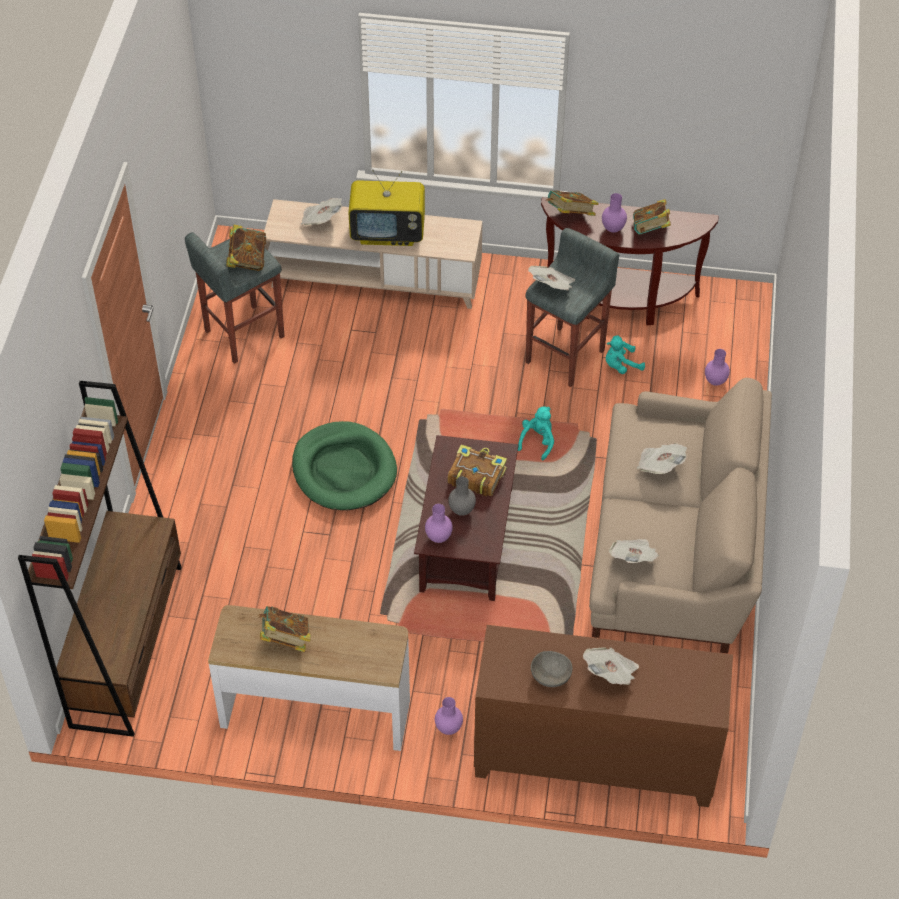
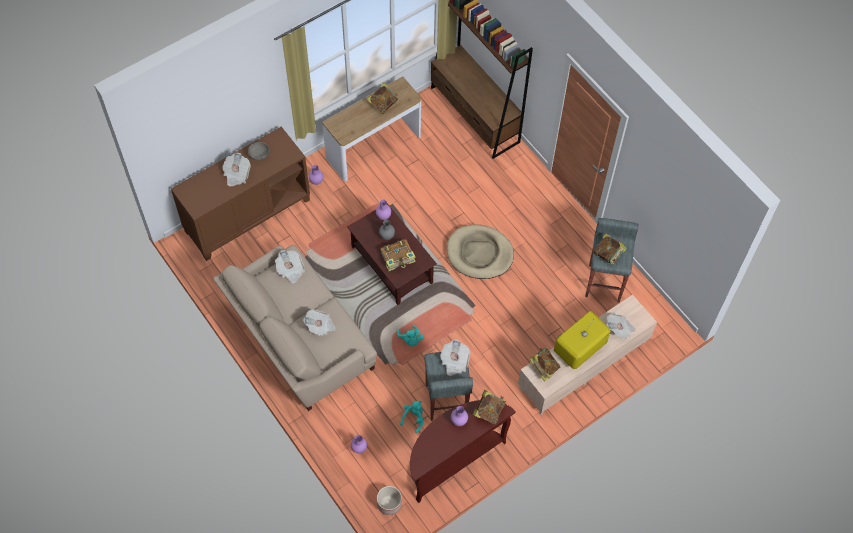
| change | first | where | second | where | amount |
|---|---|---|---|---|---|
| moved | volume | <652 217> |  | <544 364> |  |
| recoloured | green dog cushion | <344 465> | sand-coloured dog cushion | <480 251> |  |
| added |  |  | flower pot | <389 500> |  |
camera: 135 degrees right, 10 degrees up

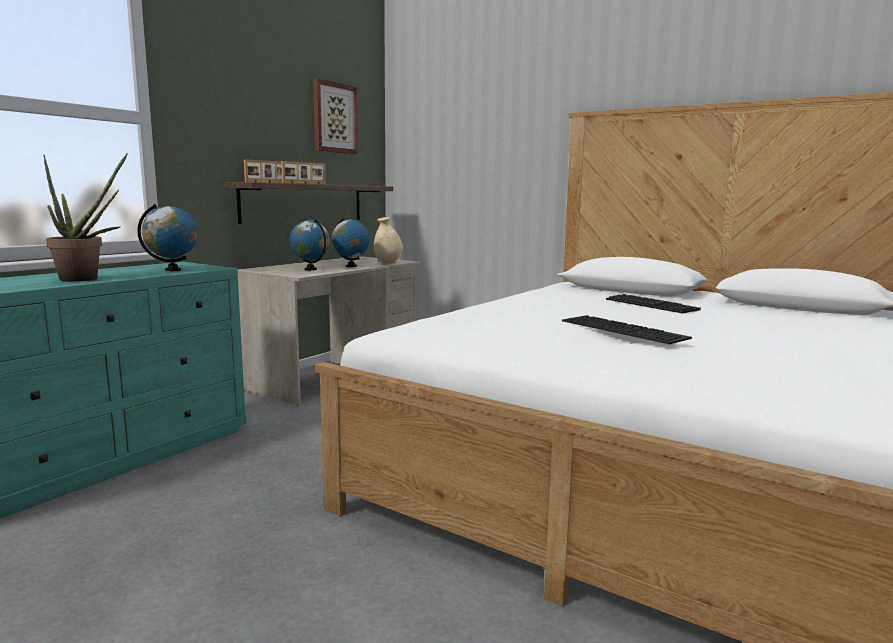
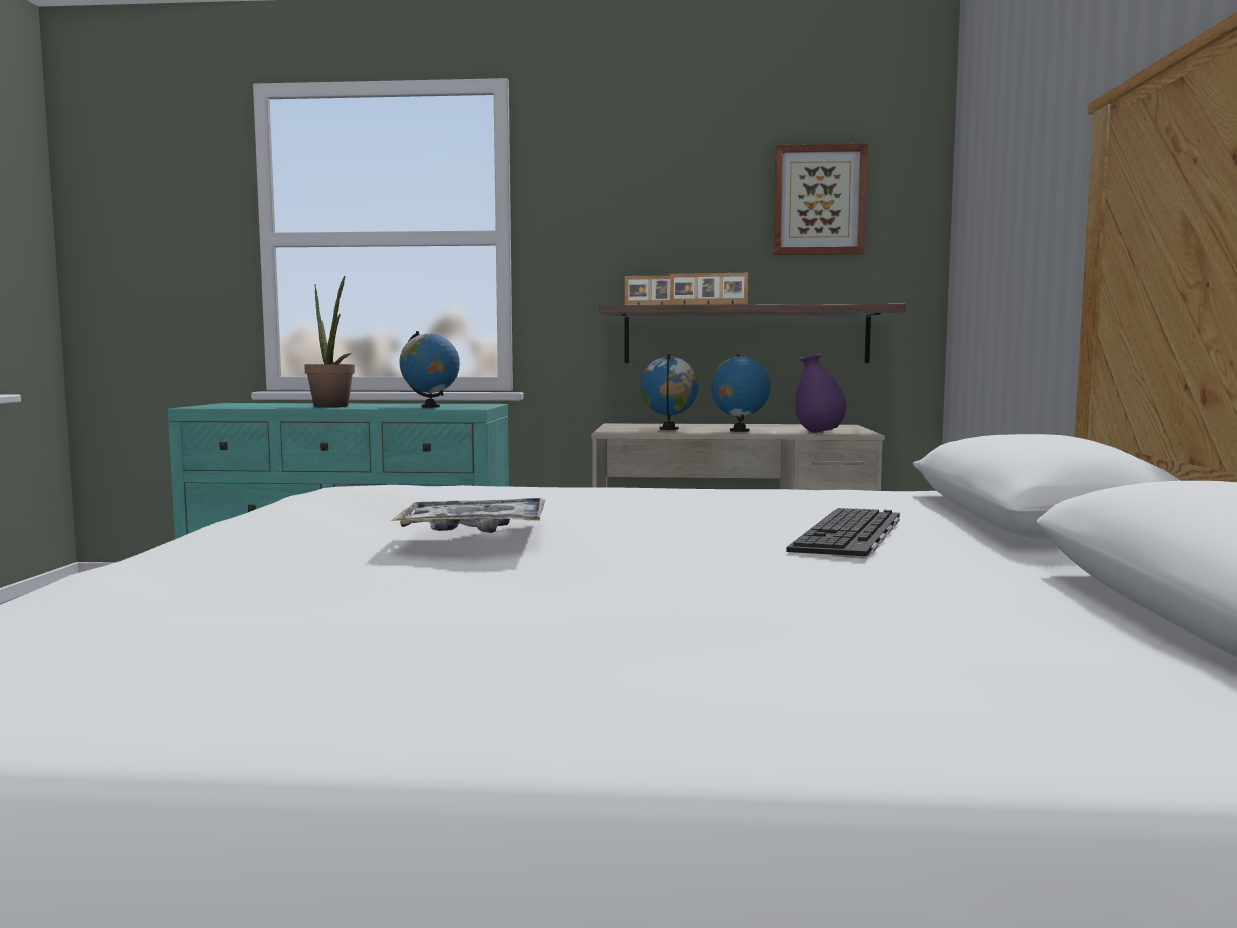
| change | first | where | second | where | amount |
|---|---|---|---|---|---|
| recoloured | sand-coloured flower vase | <388 240> | purplish flower vase | <821 393> |  |
| replaced | keyboard | <627 329> | carrying tray | <468 515> |  |
camera: 60 degrees right, 5 degrees down

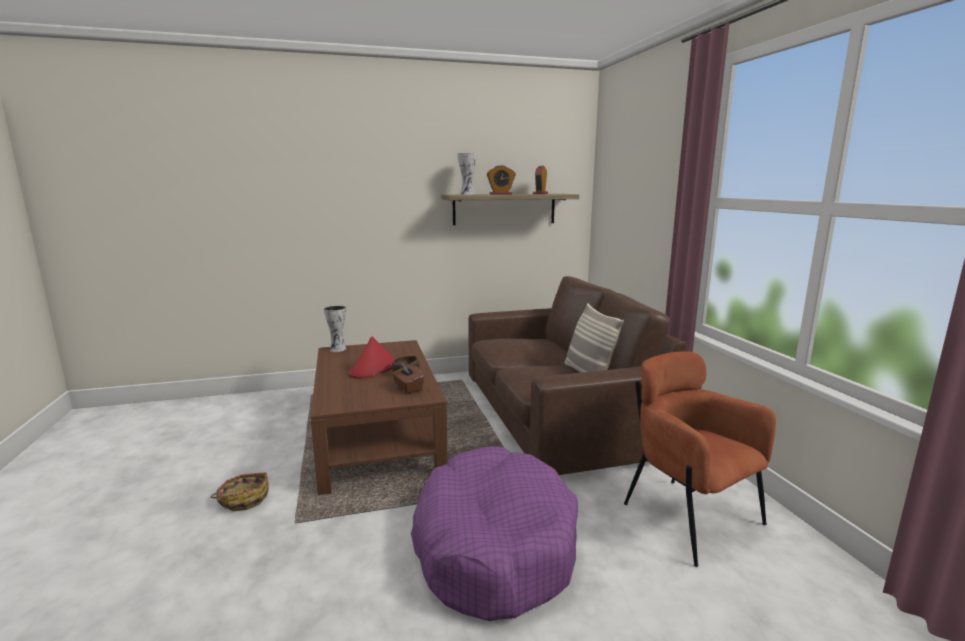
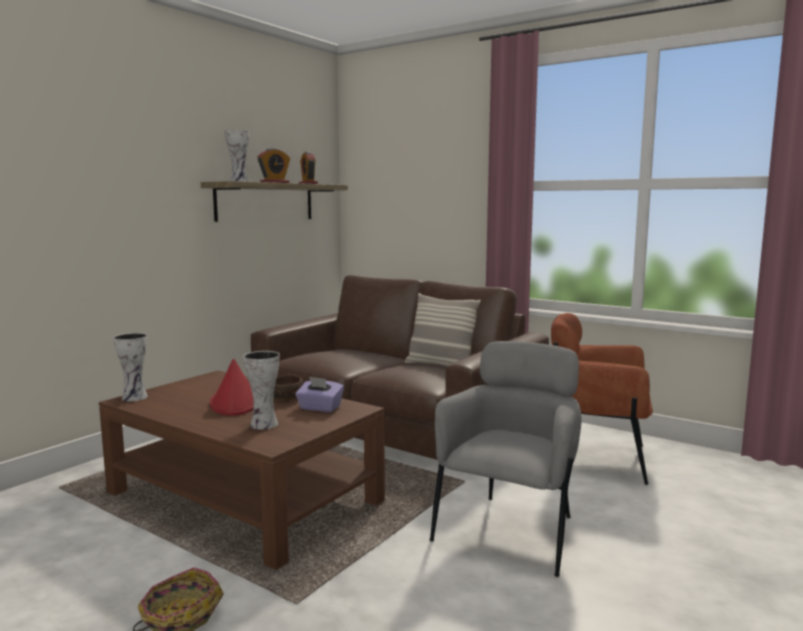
| change | first | where | second | where | amount |
|---|---|---|---|---|---|
| recoloured | brownish tissue box | <408 378> | purplish tissue box | <320 394> |  |
| replaced | purplish dog cushion | <494 533> | gray easy chair | <506 459> |  |
| added |  |  | flower vase | <261 390> |  |
camera: 40 degrees left, 5 degrees down

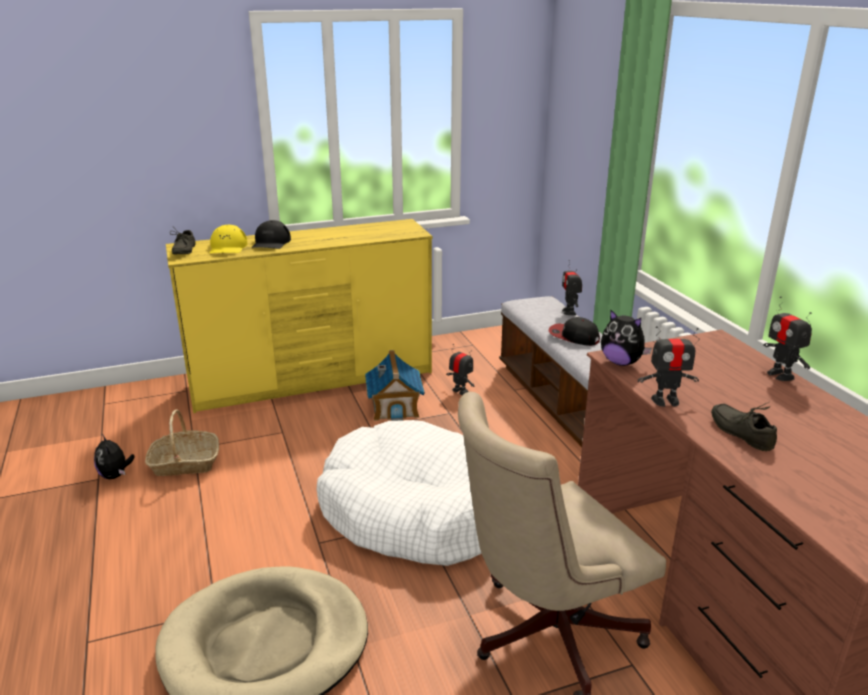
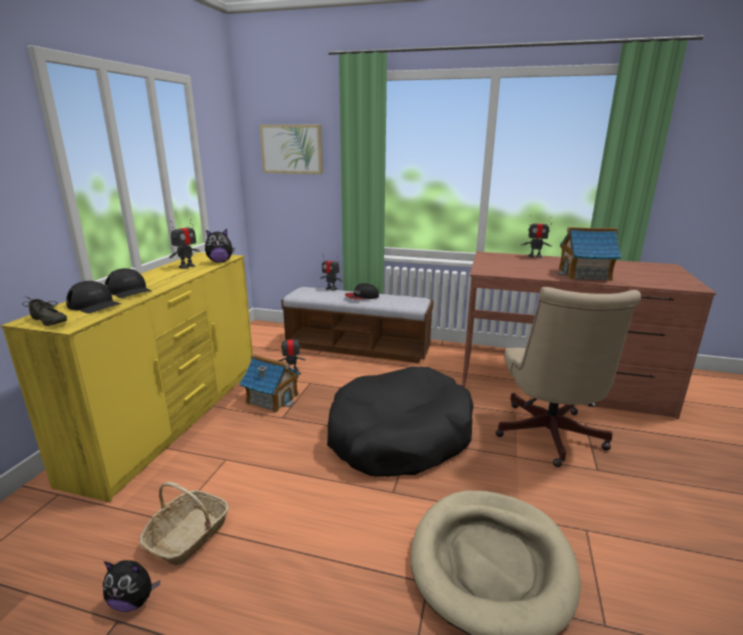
| change | first | where | second | where | amount |
|---|---|---|---|---|---|
| recoloured | yellowish cap | <229 239> | blackish cap | <93 297> |  |
| moved | soft toy | <626 337> |  | <220 245> |  |
| moved | robot figure | <668 366> |  | <184 244> |  |
| replaced | gray item of footwear | <744 426> | miniature house | <589 254> |  |
| recoloured | white-coloured dog cushion | <399 493> | blackish dog cushion | <400 421> |  |
| added |  |  | picture | <291 149> |  |
camera: 55 degrees left, 5 degrees down

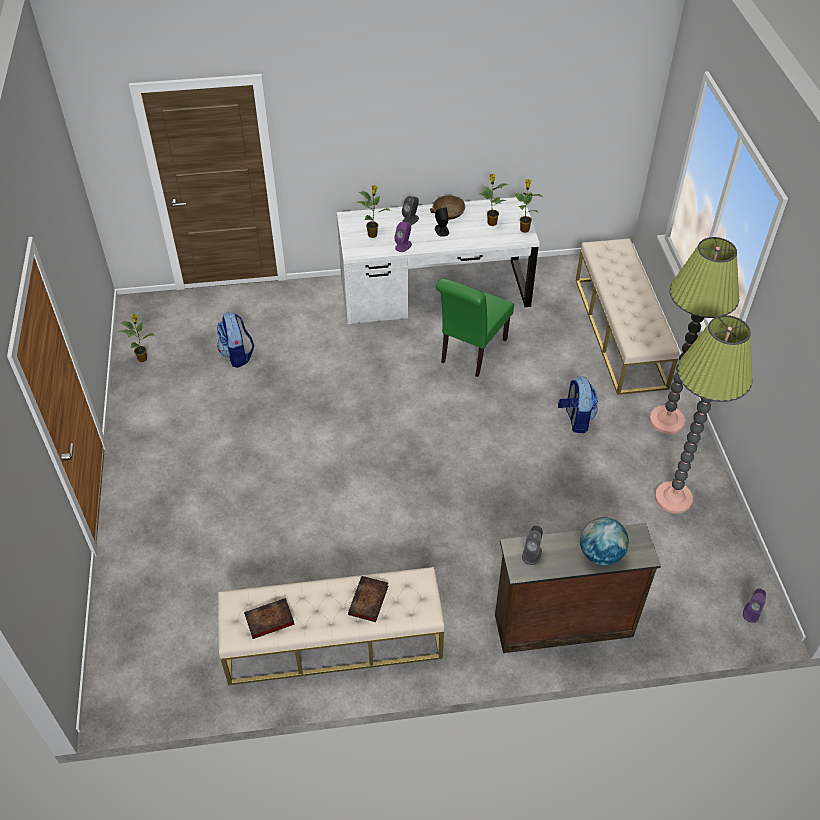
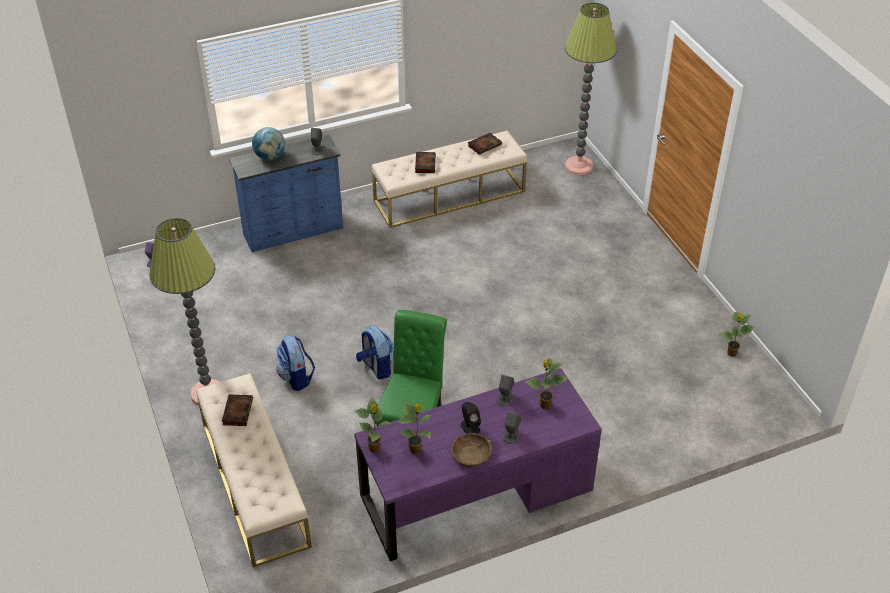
| change | first | where | second | where | amount |
|---|---|---|---|---|---|
| recoloured | white-coloured desk unit | <438 260> | purplish desk unit | <478 464> |  |
| recoloured | purplish loudspeaker | <403 237> | gray loudspeaker | <505 390> |  |
| moved | rucksack | <235 340> |  | <374 352> |  |
| moved | standing lamp | <704 414> |  | <591 89> |  |
| recoloured | brownish dresser | <578 588> | blue-coloured dresser | <286 193> |  |
| added |  |  | volume | <237 410> |  |
camera: 165 degrees right, 5 degrees down

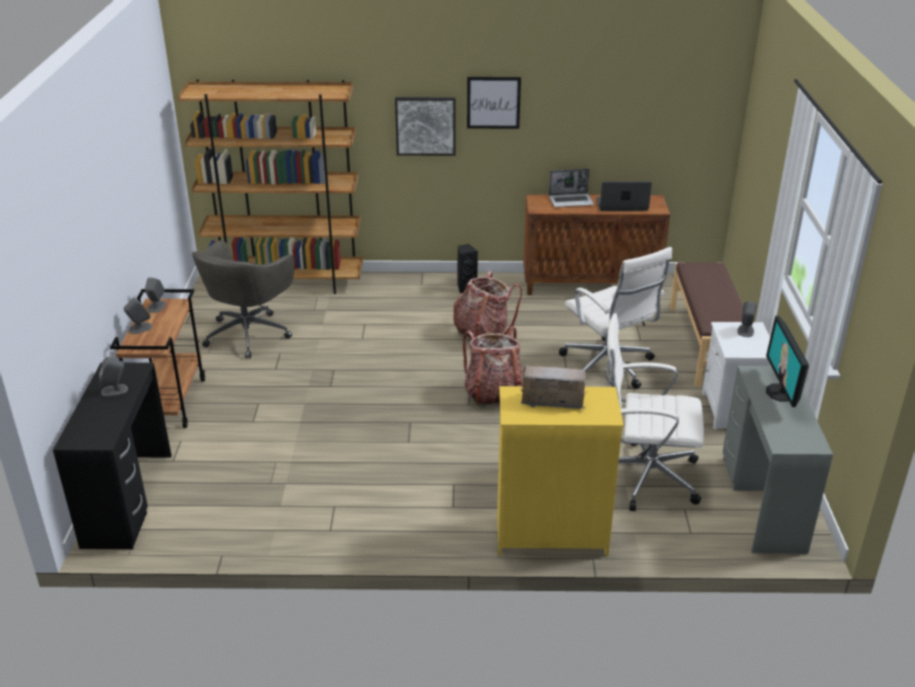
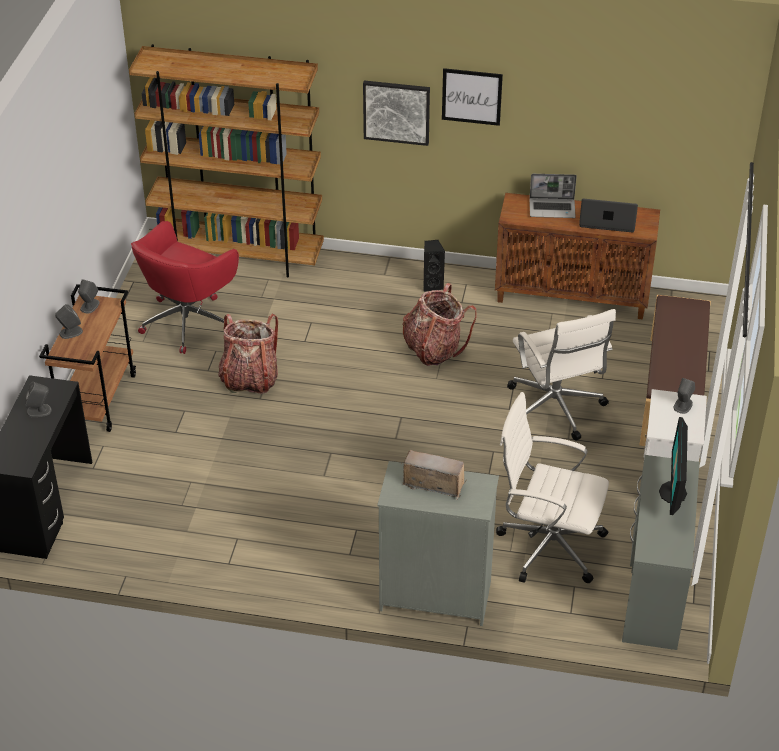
| change | first | where | second | where | amount |
|---|---|---|---|---|---|
| recoloured | gray desk chair | <243 299> | reddish desk chair | <185 287> |  |
| moved | rucksack | <493 366> |  | <248 354> |  |
| recoloured | yellowish dresser | <560 471> | gray dresser | <438 543> |  |
camera: 10 degrees right, 10 degrees up

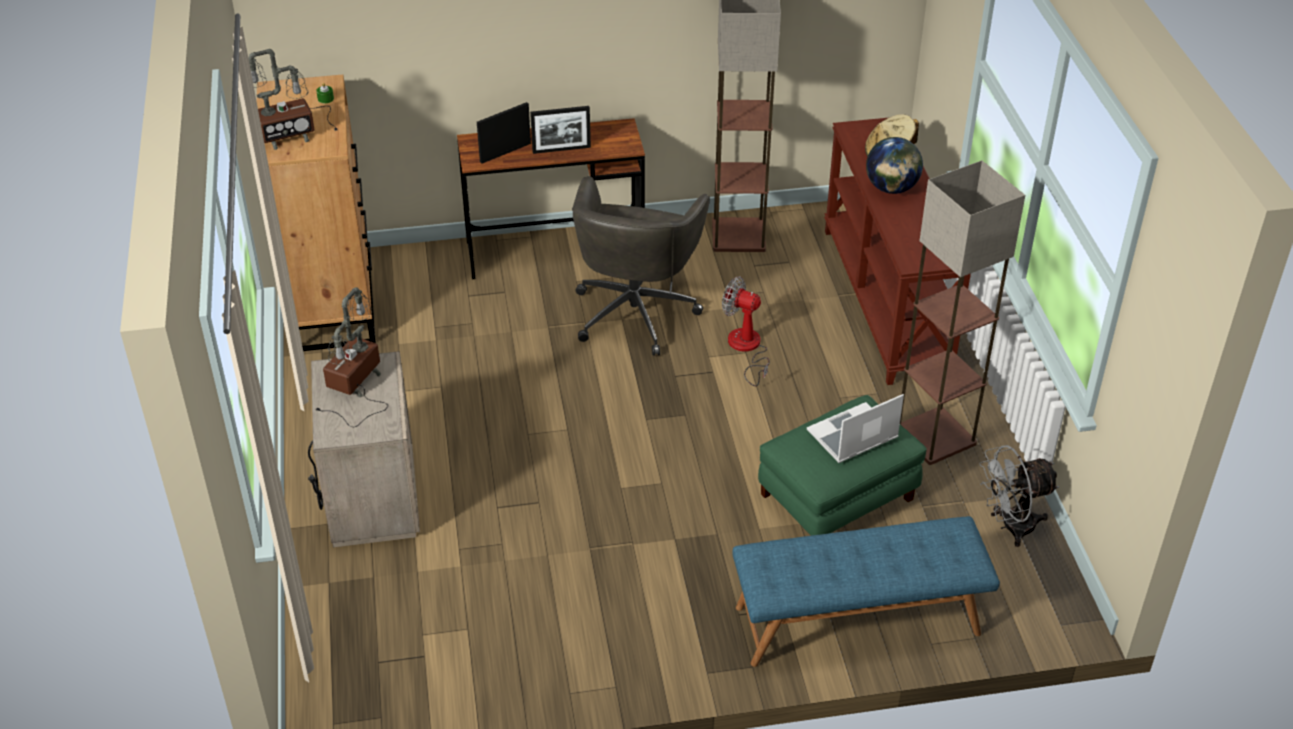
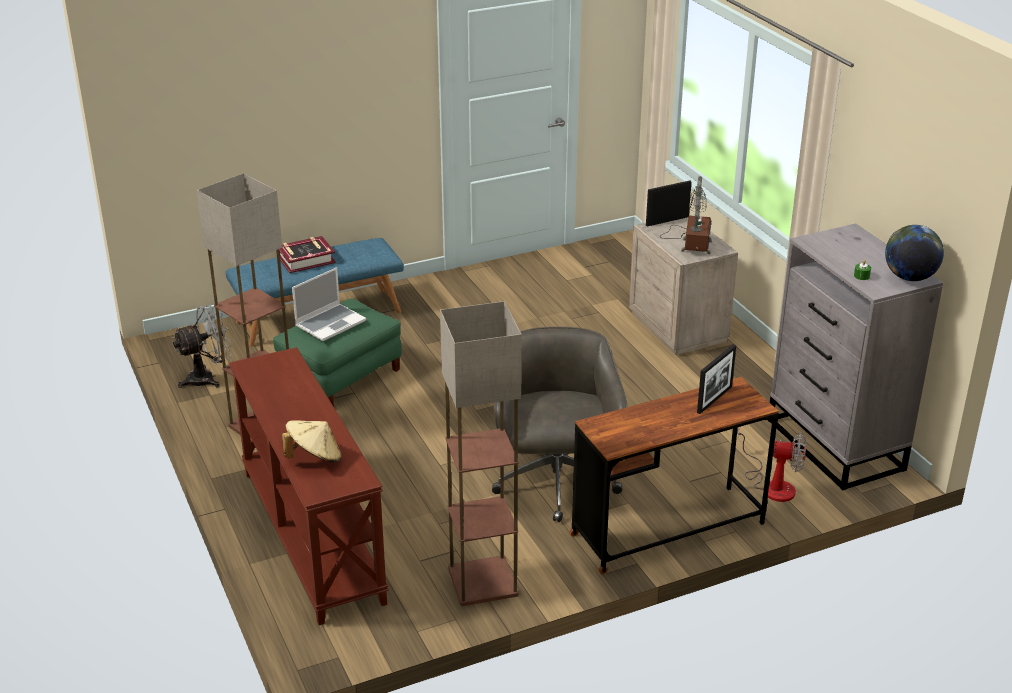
| change | first | where | second | where | amount |
|---|---|---|---|---|---|
| removed | lamp for a table | <293 99> |  |  |  |
| recoloured | brownish dresser | <316 213> | gray dresser | <855 356> |  |
| moved | picture frame | <560 130> |  | <669 203> |  |
| moved | globe | <894 165> |  | <914 253> |  |
| moved | electric fan | <746 331> |  | <772 466> |  |
| added |  |  | volume | <307 254> |  |
camera: 165 degrees right, 10 degrees down

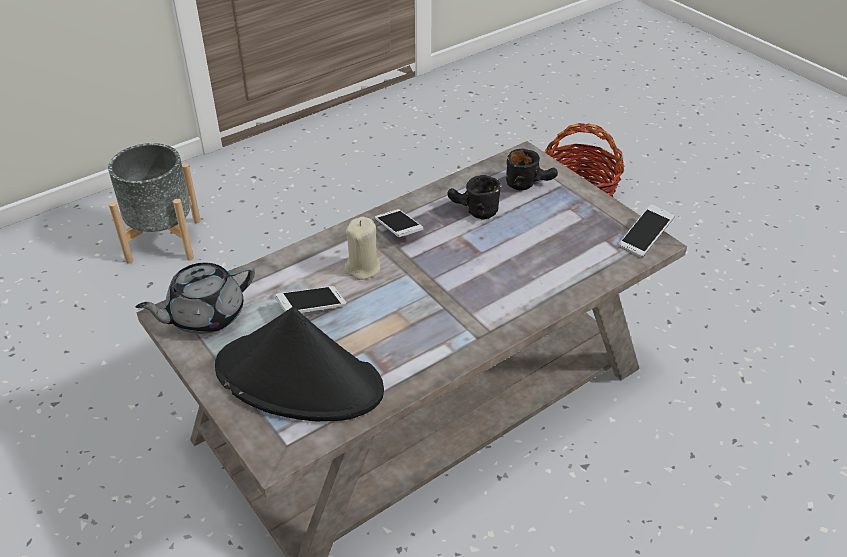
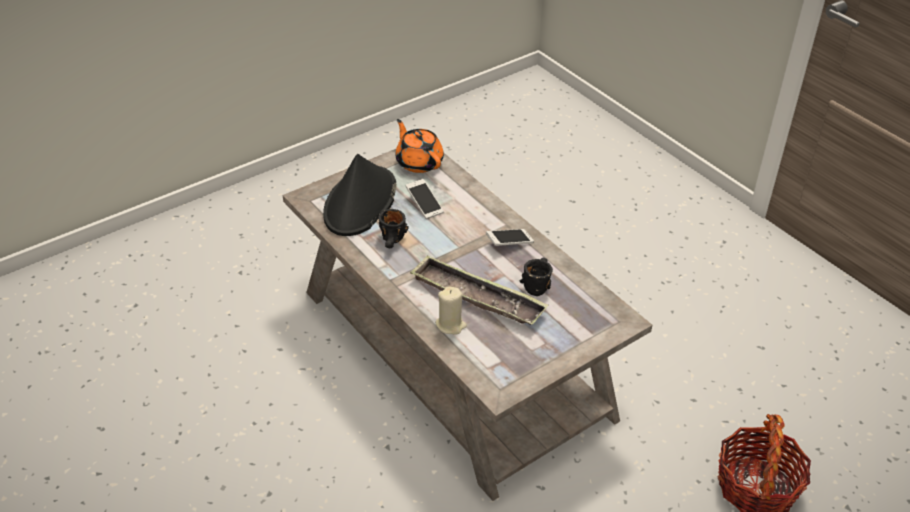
| change | first | where | second | where | amount |
|---|---|---|---|---|---|
| removed | gray flower pot | <154 203> |  |  |  |
| moved | blackish coffee mug | <532 169> |  | <393 228> |  |
| removed | handset | <646 231> |  |  |  |
| moved | sand-coloured candle | <362 248> |  | <451 310> |  |
| recoloured | gray pot for tea | <195 298> | orange-coloured pot for tea | <420 146> |  |
| added |  |  | carrying tray | <479 290> |  |
camera: 90 degrees right, 0 degrees up

